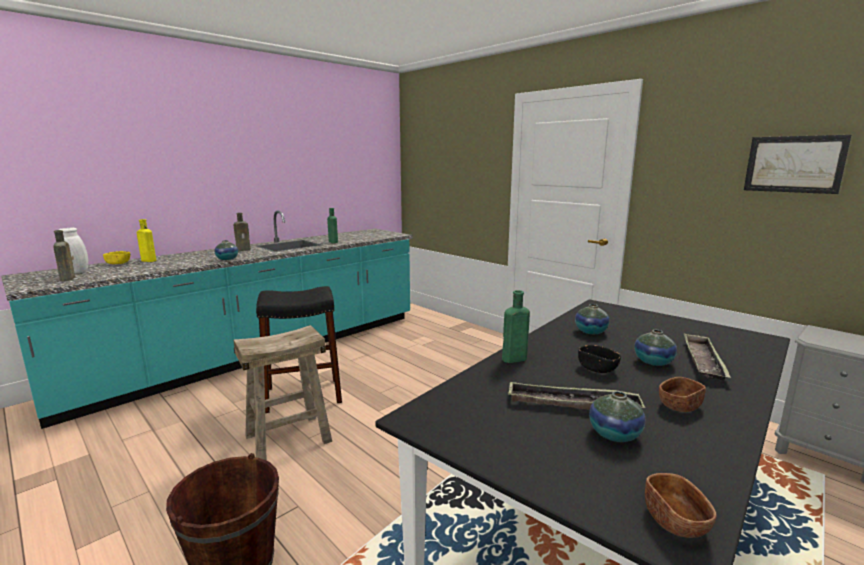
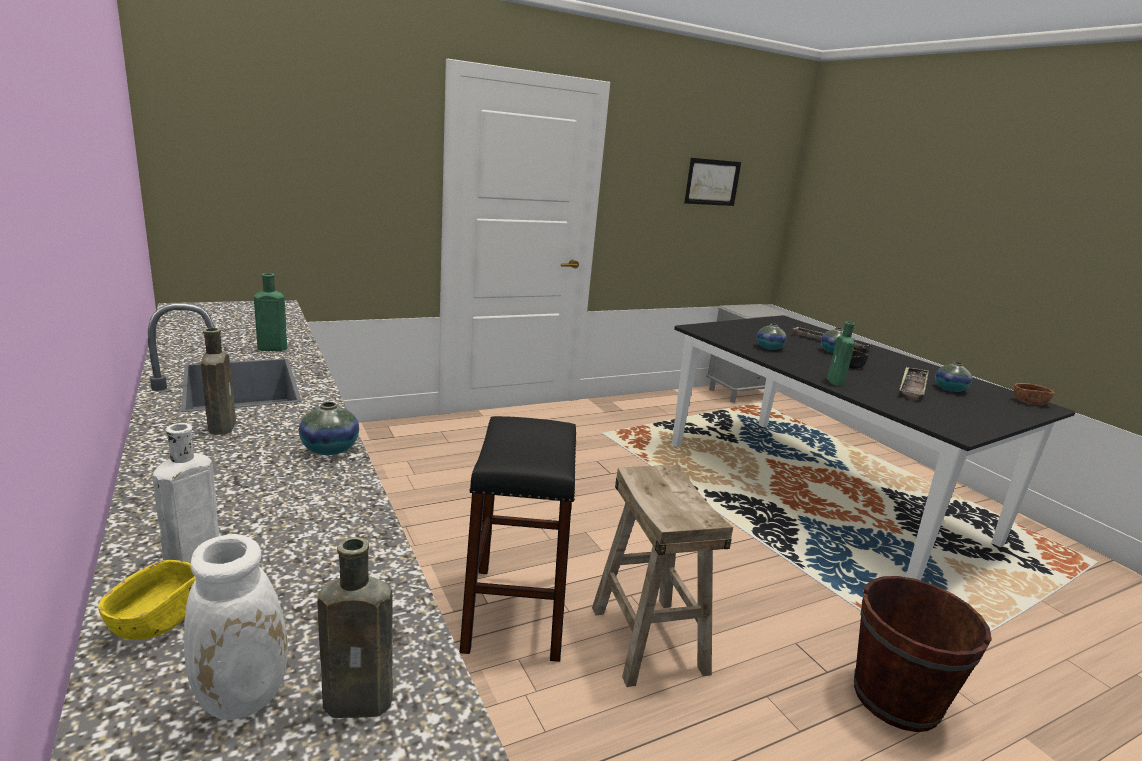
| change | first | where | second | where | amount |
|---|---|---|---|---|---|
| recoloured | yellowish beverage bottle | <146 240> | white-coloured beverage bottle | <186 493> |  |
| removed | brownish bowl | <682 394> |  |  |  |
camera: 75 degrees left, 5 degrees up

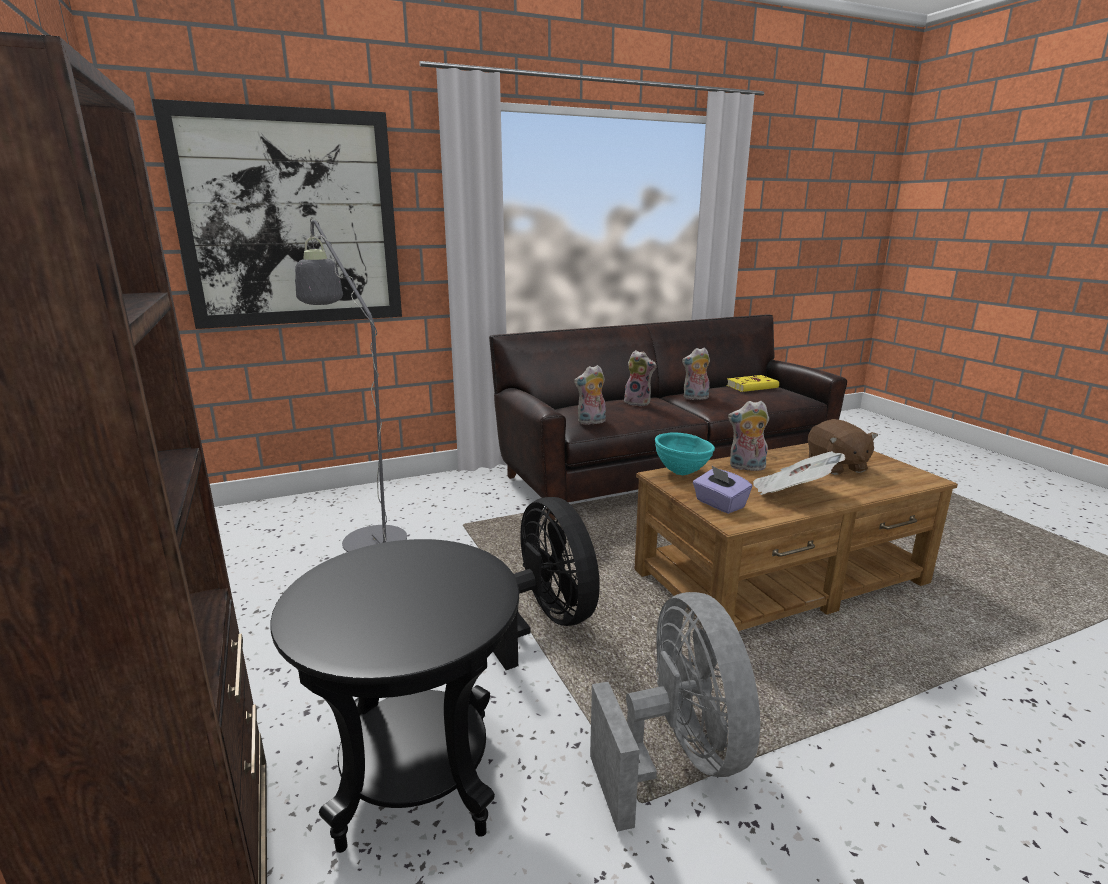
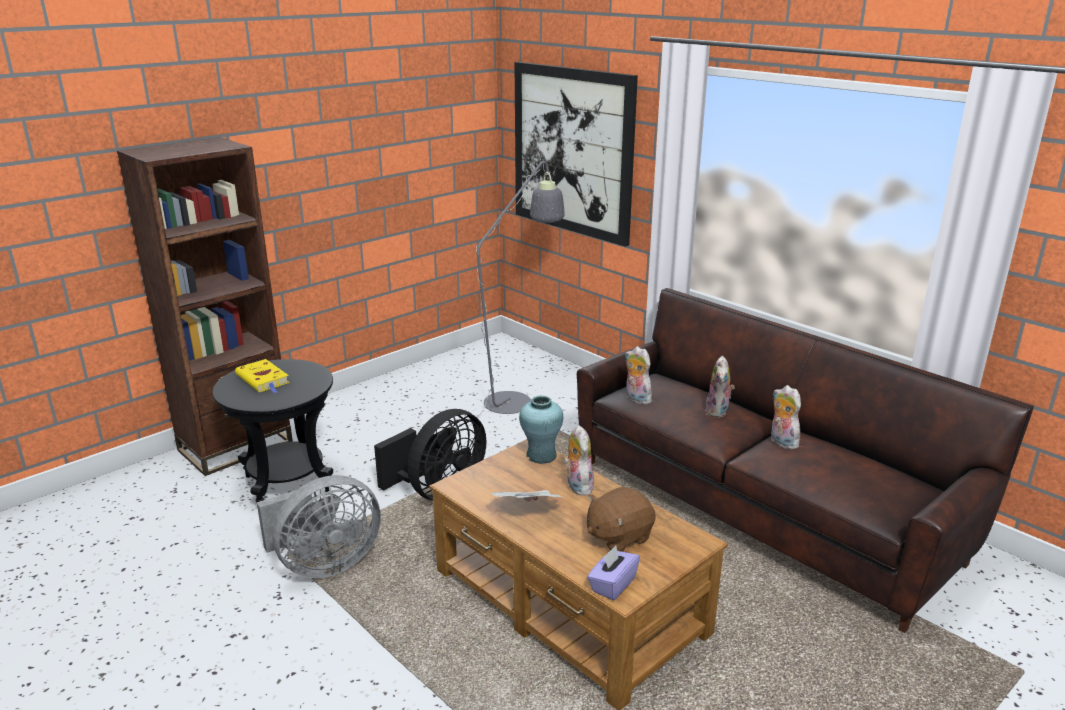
| change | first | where | second | where | amount |
|---|---|---|---|---|---|
| moved | yellowish volume | <752 383> |  | <262 376> |  |
| replaced | turquoise-coloured bowl | <685 454> | turquoise-coloured flower vase | <541 430> |  |
| moved | purplish tissue box | <722 490> |  | <613 573> |  |
camera: 70 degrees right, 5 degrees up

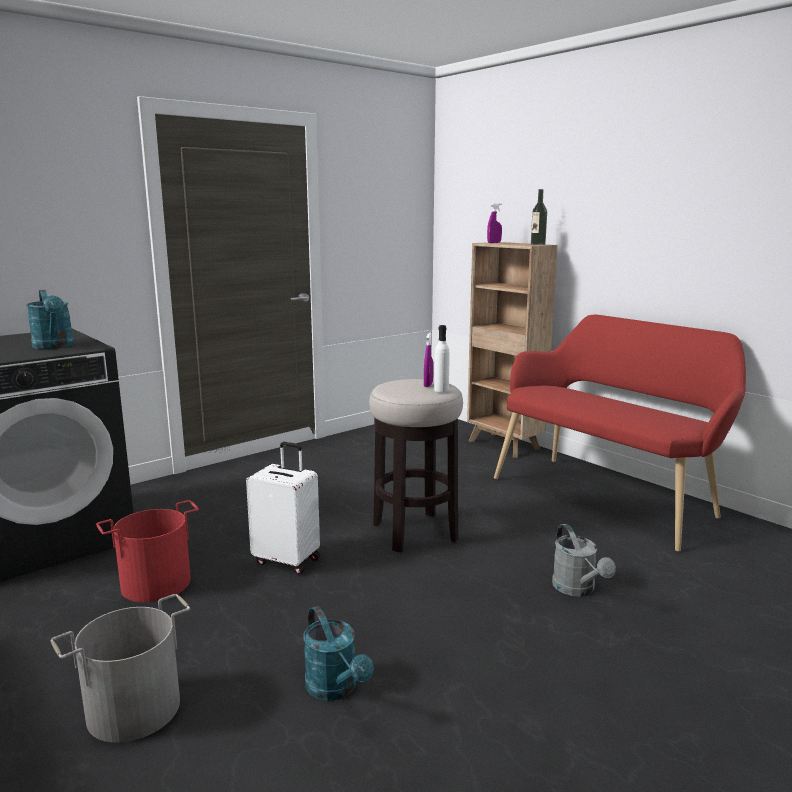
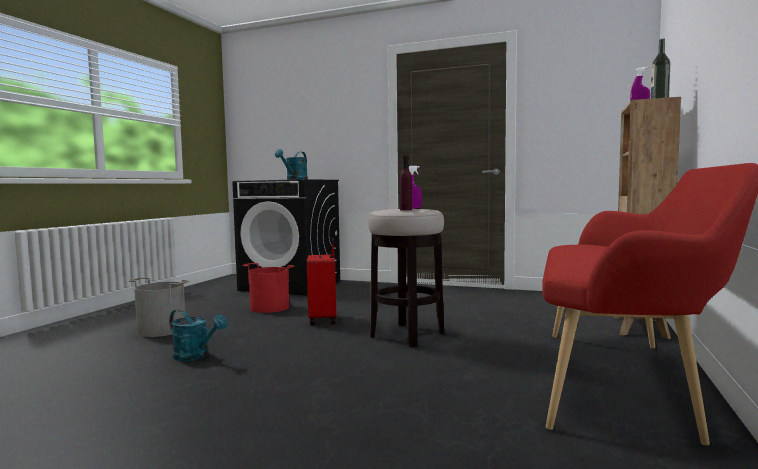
| change | first | where | second | where | amount |
|---|---|---|---|---|---|
| recoloured | white-coloured beverage bottle | <441 358> | purplish beverage bottle | <406 182> |  |
| recoloured | white-coloured suitcase | <283 508> | reddish suitcase | <321 281> |  |
| removed | gray watering pot | <584 560> |  |  |  |
| turned | turquoise-coloured watering pot | <338 653> |  | <198 335> | 90 degrees counterclockwise |
camera: 60 degrees right, 10 degrees down

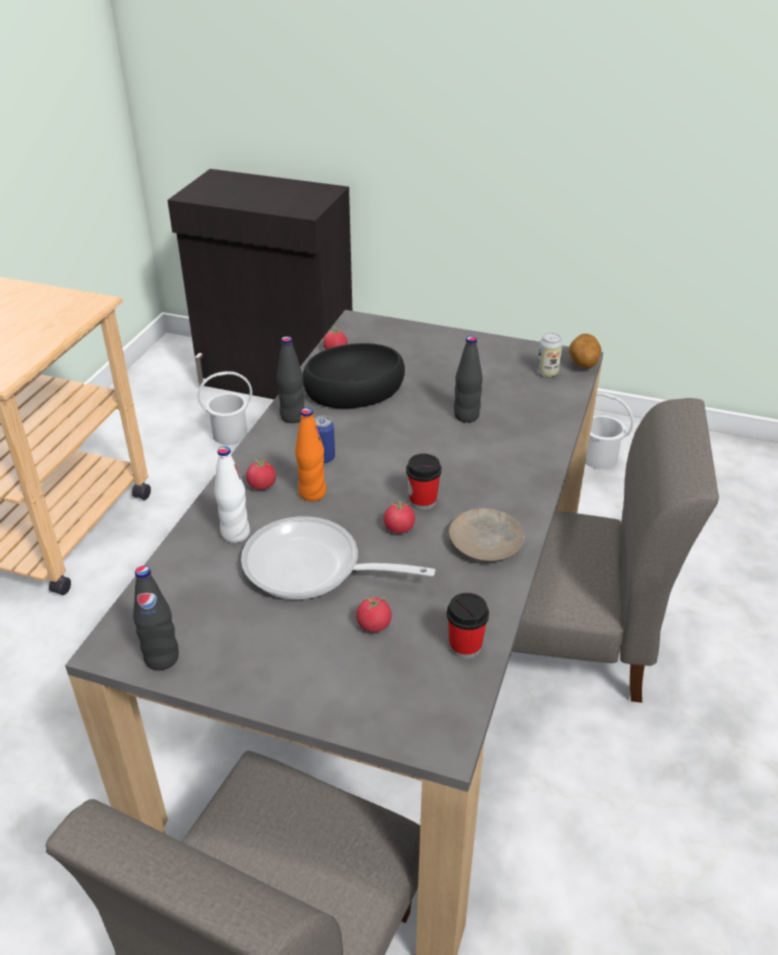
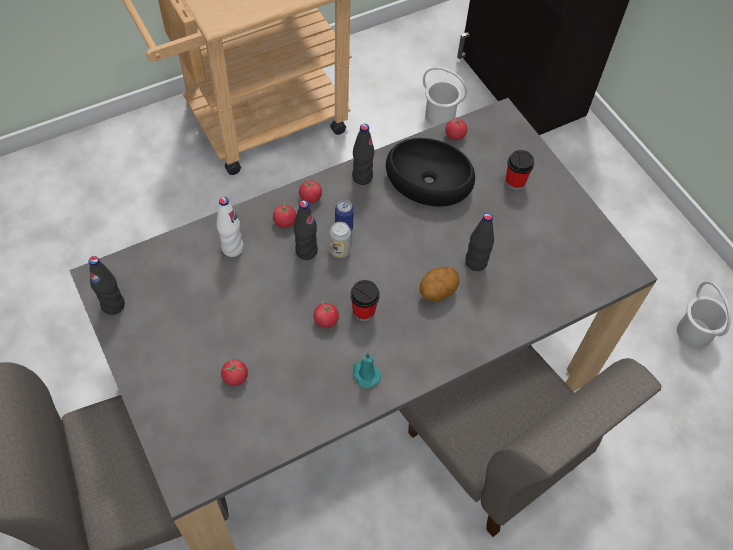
| change | first | where | second | where | amount |
|---|---|---|---|---|---|
| moved | metal can | <550 355> |  | <340 240> |  |
| moved | whole potato | <585 351> |  | <439 284> |  |
| recoloured | orange-coloured beverage bottle | <310 454> | blackish beverage bottle | <306 230> |  |
| replaced | sand-coloured flat dish | <487 534> | turquoise-coloured candle | <367 370> |  |
| removed | skillet | <338 558> |  |  |  |
| moved | small cup | <468 626> |  | <520 170> |  |
| added |  |  | fresh tomato | <310 190> |  |
camera: 40 degrees right, 20 degrees up

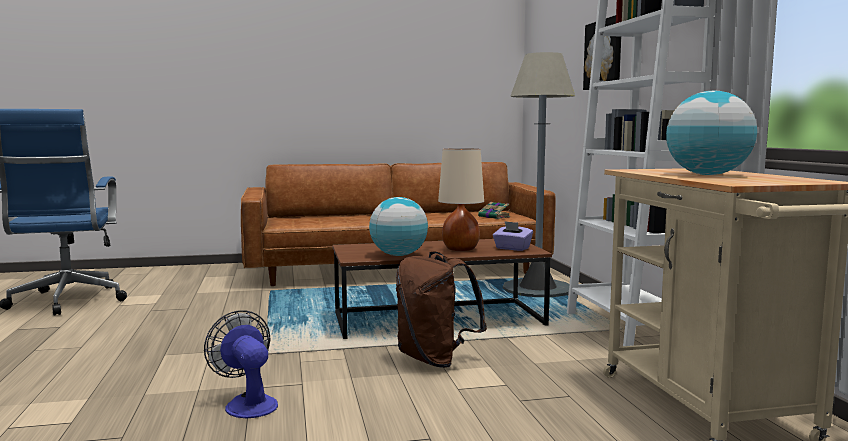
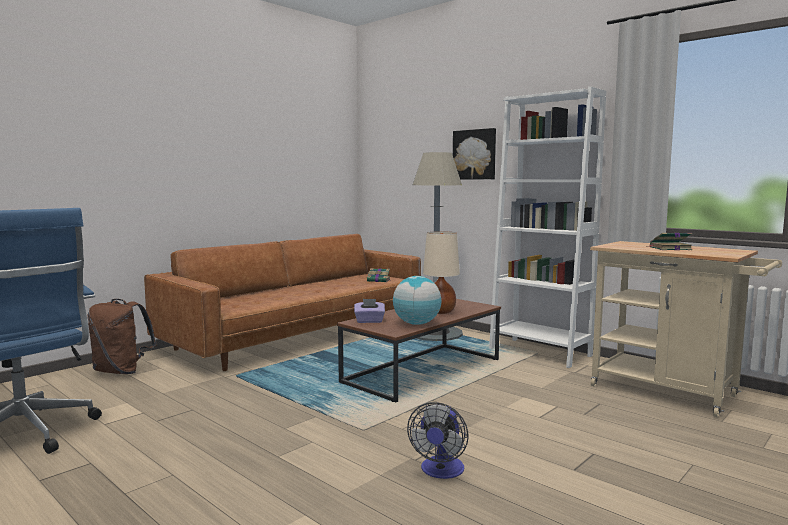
| change | first | where | second | where | amount |
|---|---|---|---|---|---|
| replaced | globe | <711 133> | volume | <670 241> |  |
| moved | purplish tissue box | <513 236> |  | <369 311> |  |
| moved | brownish rucksack | <441 309> |  | <122 336> |  |
| turned | electric fan | <241 364> |  | <438 440> | 90 degrees counterclockwise |
camera: 35 degrees left, 0 degrees up

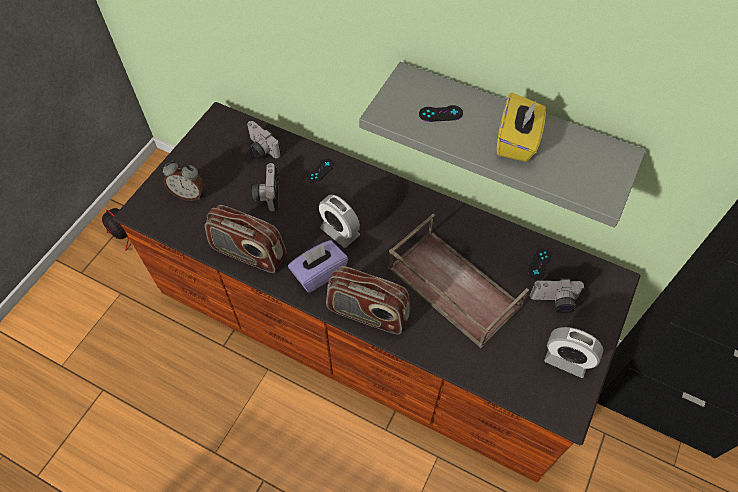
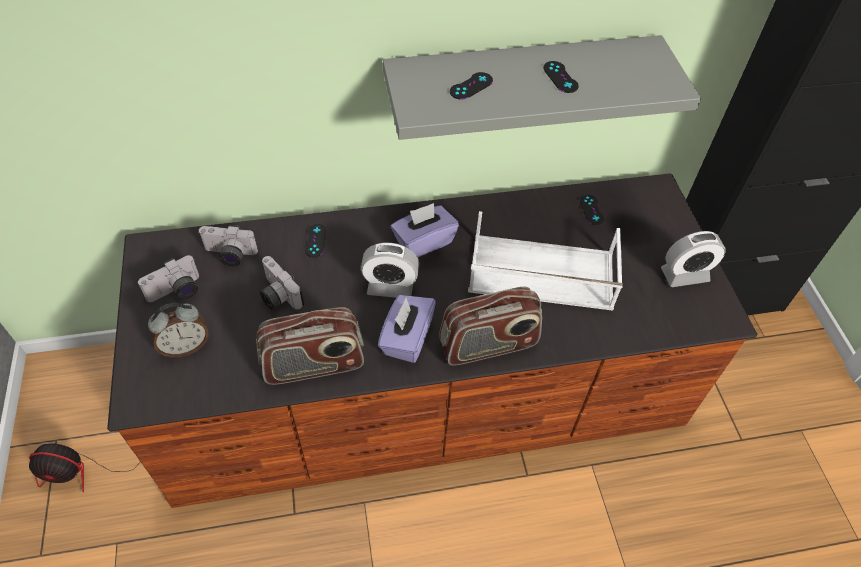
| change | first | where | second | where | amount |
|---|---|---|---|---|---|
| replaced | yellowish tissue box | <521 127> | blackish gamepad | <561 77> |  |
| recoloured | brownish carrying tray | <458 281> | white-coloured carrying tray | <545 261> |  |
| moved | photo camera | <557 296> |  | <168 278> |  |
| added |  |  | purplish tissue box | <425 230> |  |
camera: 40 degrees left, 5 degrees down

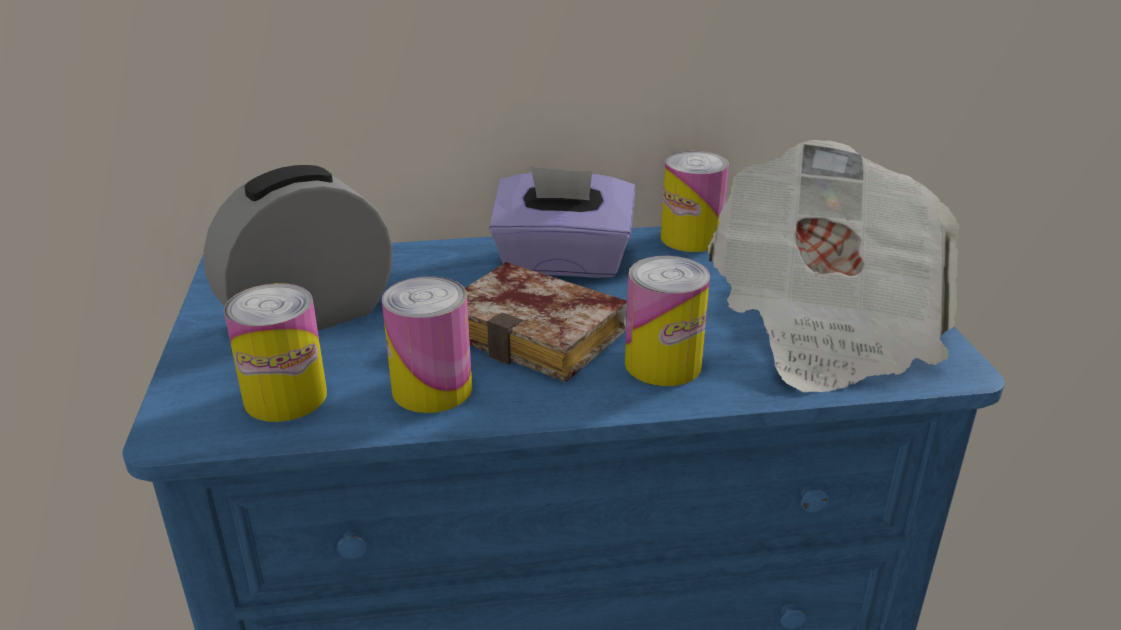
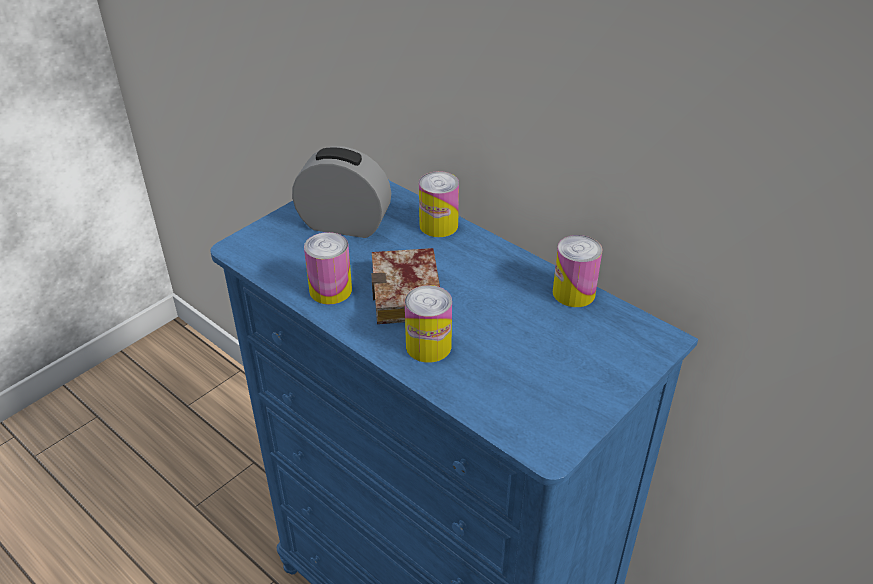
| change | first | where | second | where | amount |
|---|---|---|---|---|---|
| removed | newspaper | <834 266> |  |  |  |
| removed | purplish tissue box | <562 222> |  |  |  |
| moved | metal can | <275 352> |  | <439 204> |  |
camera: 50 degrees right, 10 degrees up

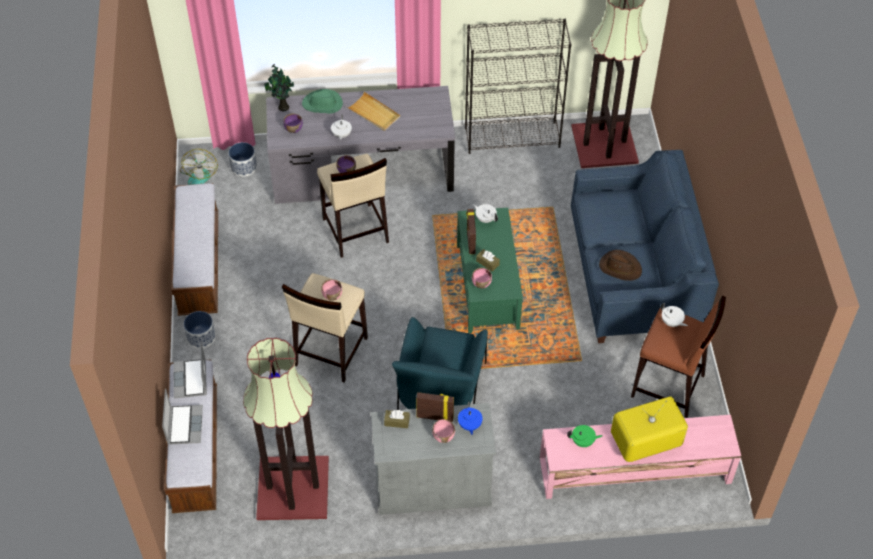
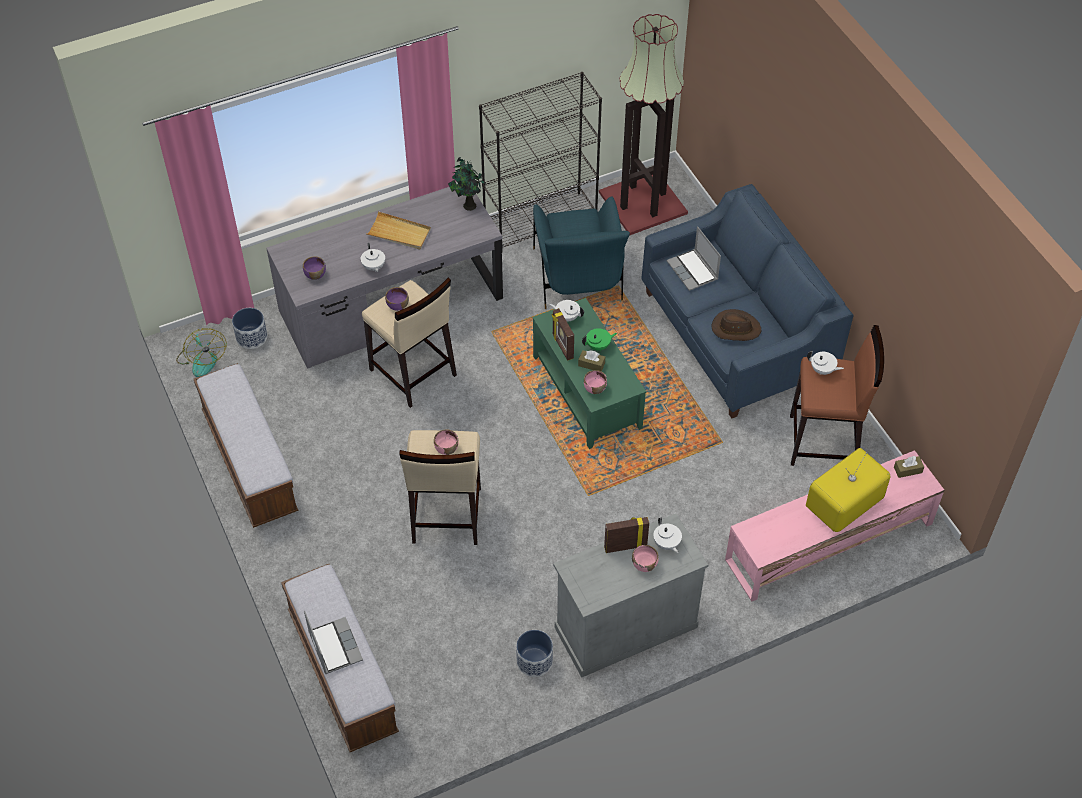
| change | first | where | second | where | amount |
|---|---|---|---|---|---|
| moved | houseplant | <279 87> |  | <467 184> |  |
| removed | green hat | <322 101> |  |  |  |
| moved | flower pot | <200 330> |  | <534 653> |  |
| moved | blue-coloured easy chair | <440 363> |  | <581 252> |  |
| removed | standing lamp | <286 429> |  |  |  |
| moved | portable computer | <190 369> |  | <694 258> |  |
| recoloured | blue-coloured pot for tea | <470 418> | white-coloured pot for tea | <667 535> |  |
| moved | brownish tissue box | <397 419> |  | <909 467> |  |
| moved | green pot for tea | <585 436> |  | <599 339> |  |
camera: 20 degrees left, 0 degrees up

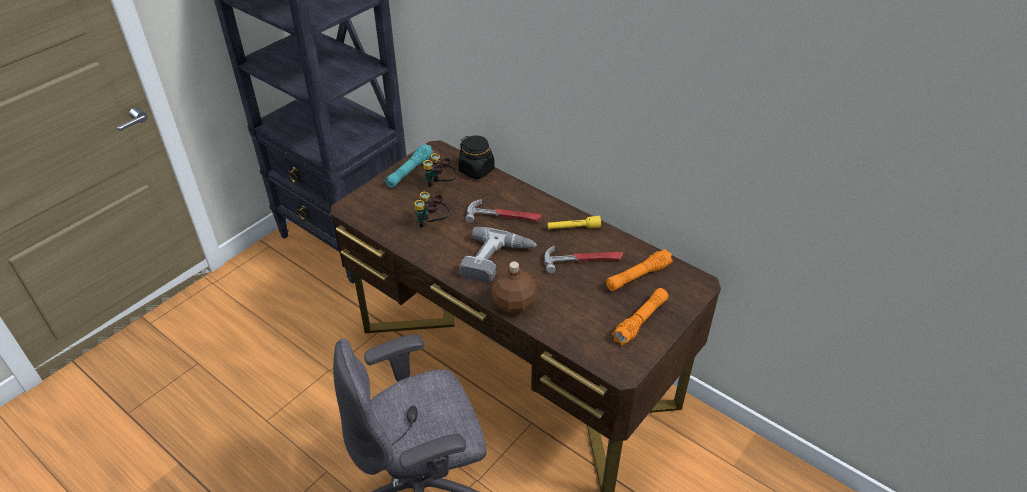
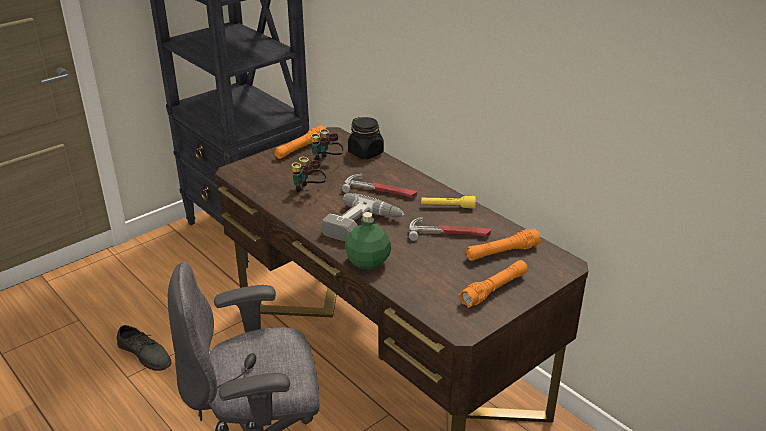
| change | first | where | second | where | amount |
|---|---|---|---|---|---|
| recoloured | turquoise-coloured flashlight | <409 166> | orange-coloured flashlight | <300 142> |  |
| recoloured | brownish beverage bottle | <514 288> | green beverage bottle | <368 241> |  |
| added |  |  | gray item of footwear | <143 348> |  |
camera: 10 degrees right, 10 degrees down

